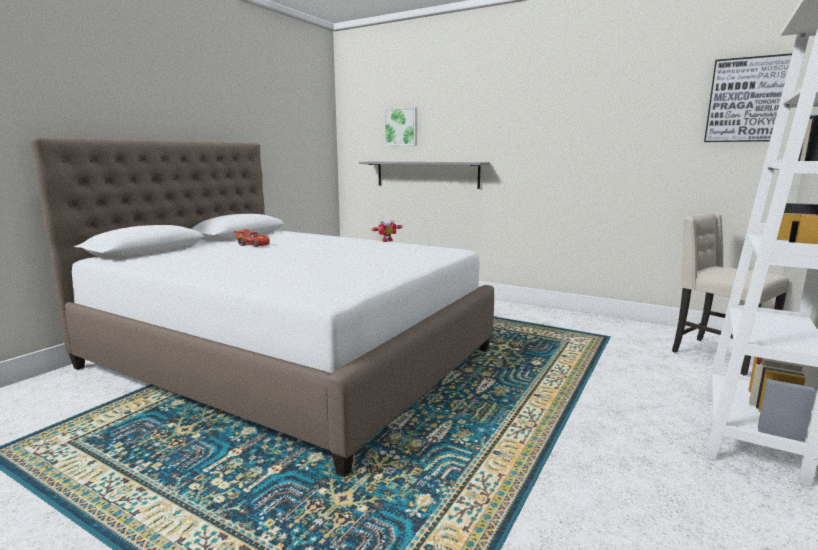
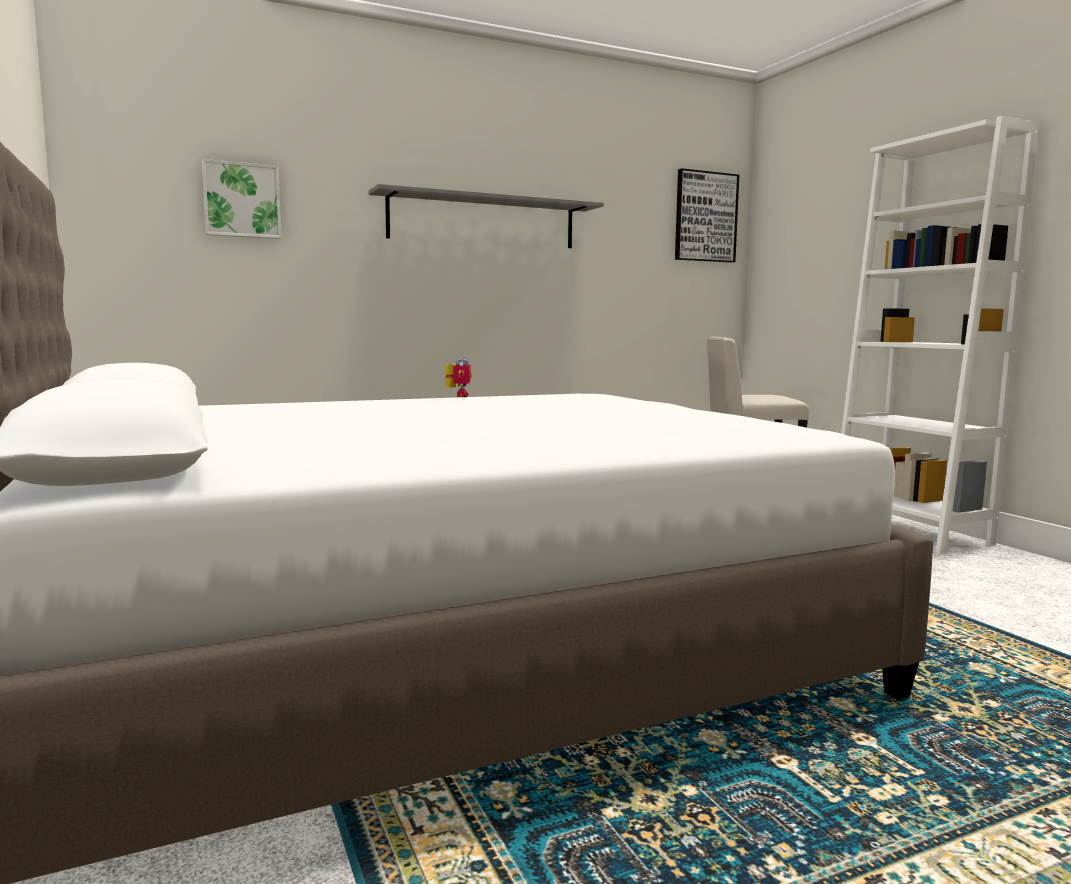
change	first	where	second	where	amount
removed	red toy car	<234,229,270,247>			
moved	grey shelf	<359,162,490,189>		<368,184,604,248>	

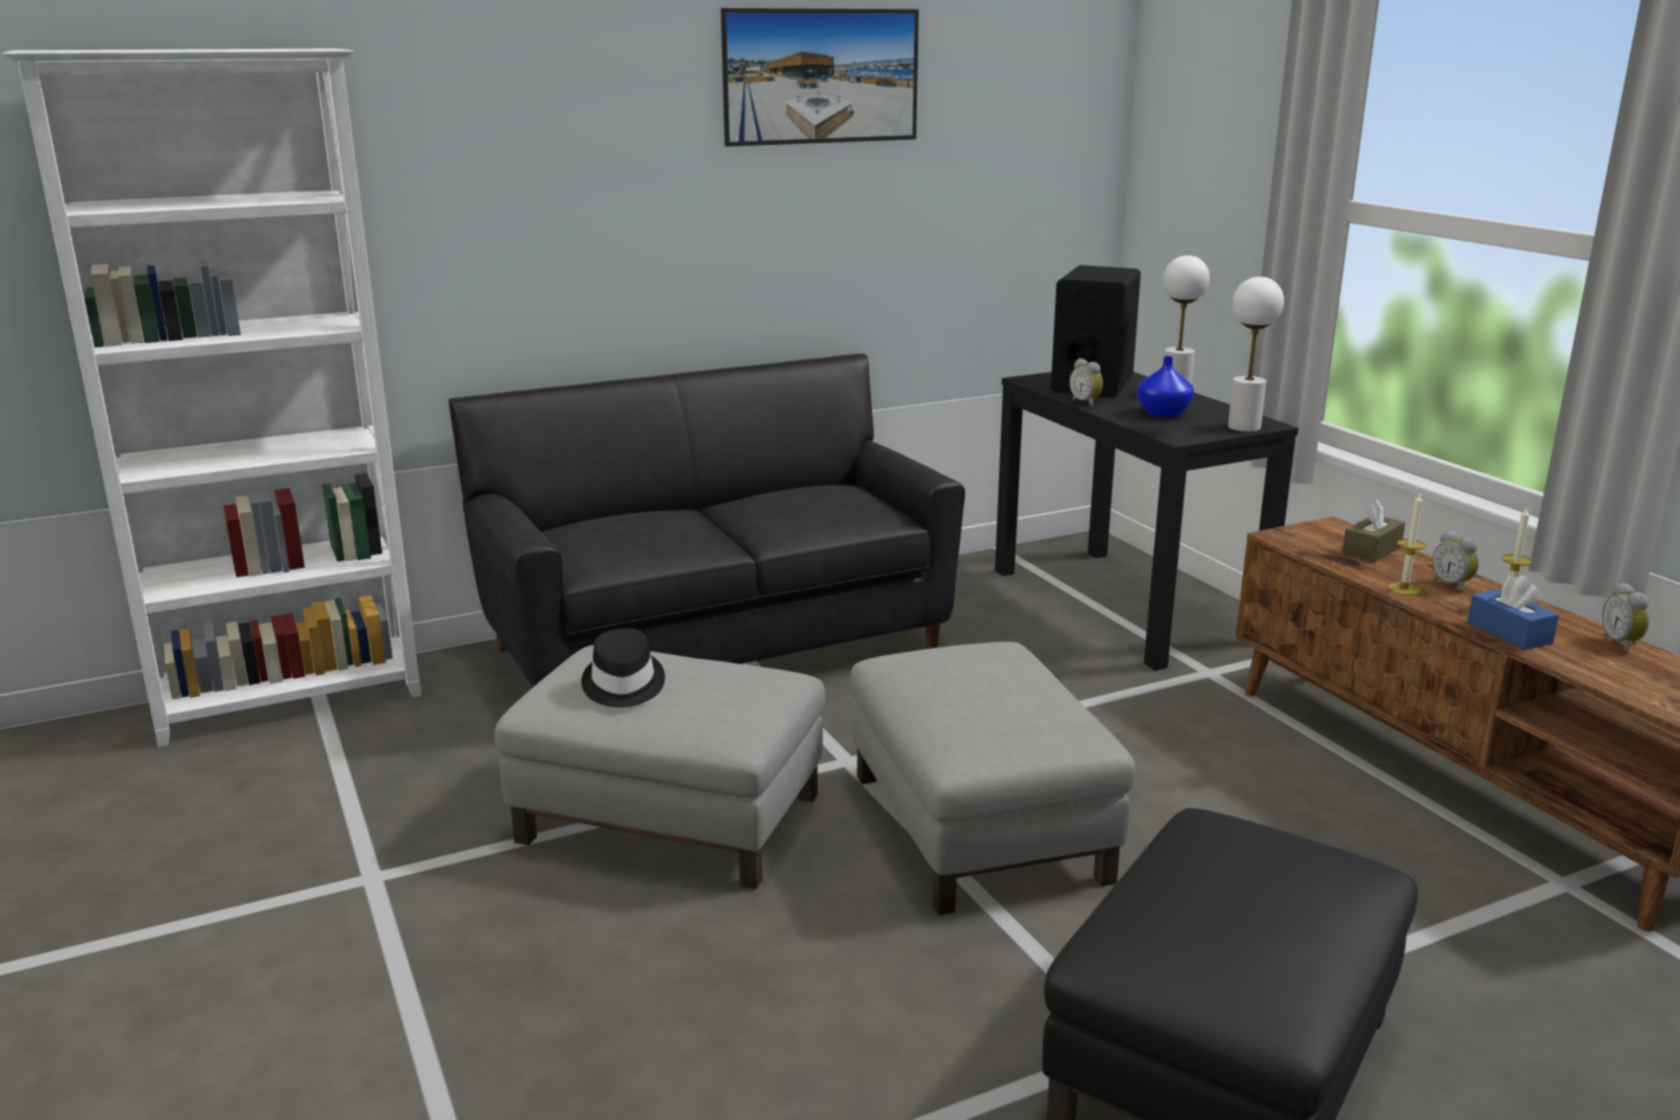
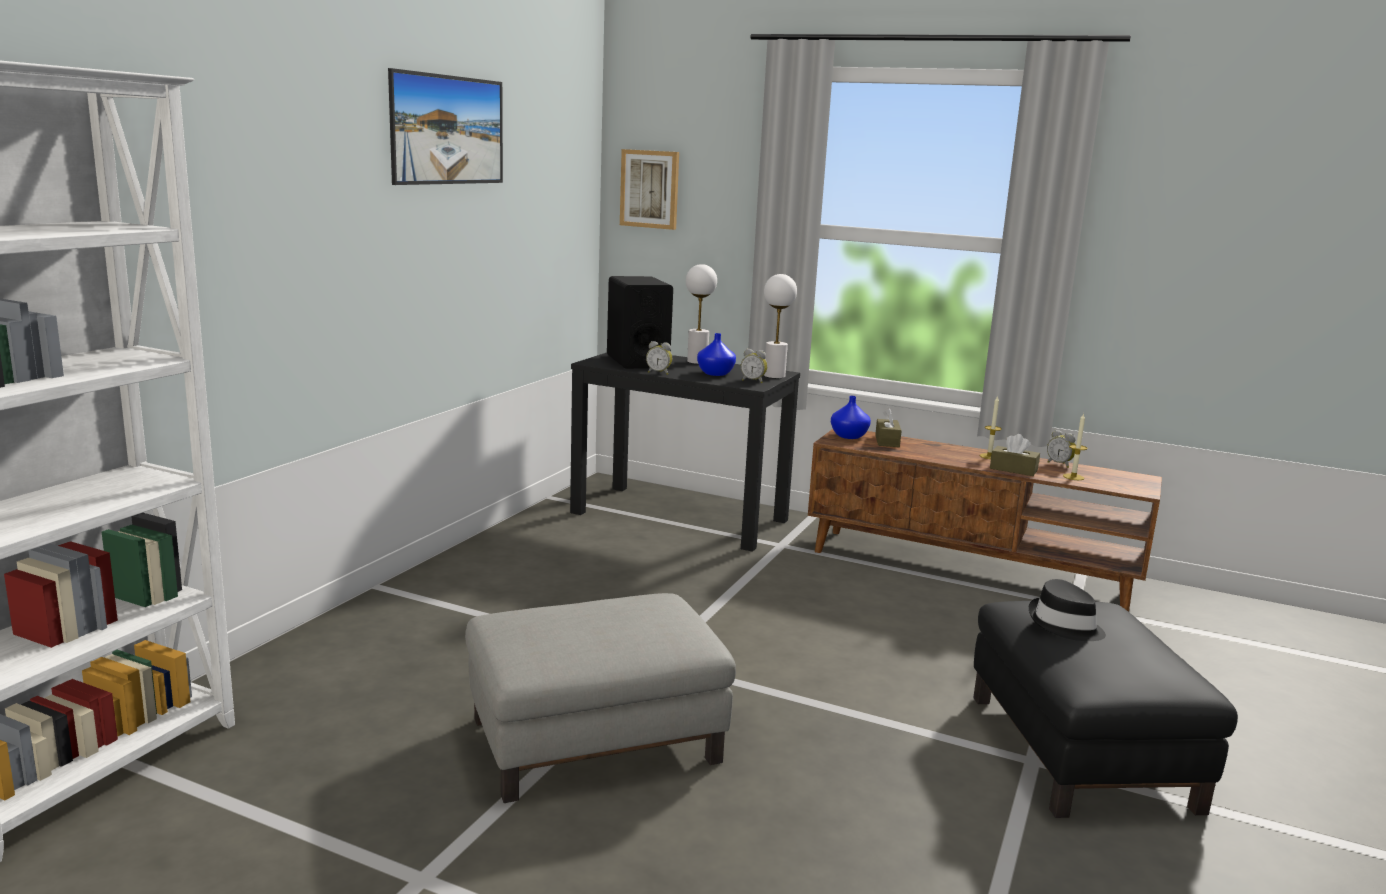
change	first	where	second	where	amount
removed	black sofa	<448,353,965,688>			
moved	black hat	<582,628,665,708>		<1029,579,1106,641>	
removed	grey ottoman	<850,642,1135,915>			
moved	candle	<1388,494,1426,595>		<1063,413,1087,480>	
moved	alarm clock	<1432,530,1479,592>		<741,349,767,383>	
recoloured	blue tissue box	<1467,575,1559,650>	brown tissue box	<990,434,1040,476>	
added			picture	<620,149,679,230>	
added			blue vase	<831,396,871,439>	

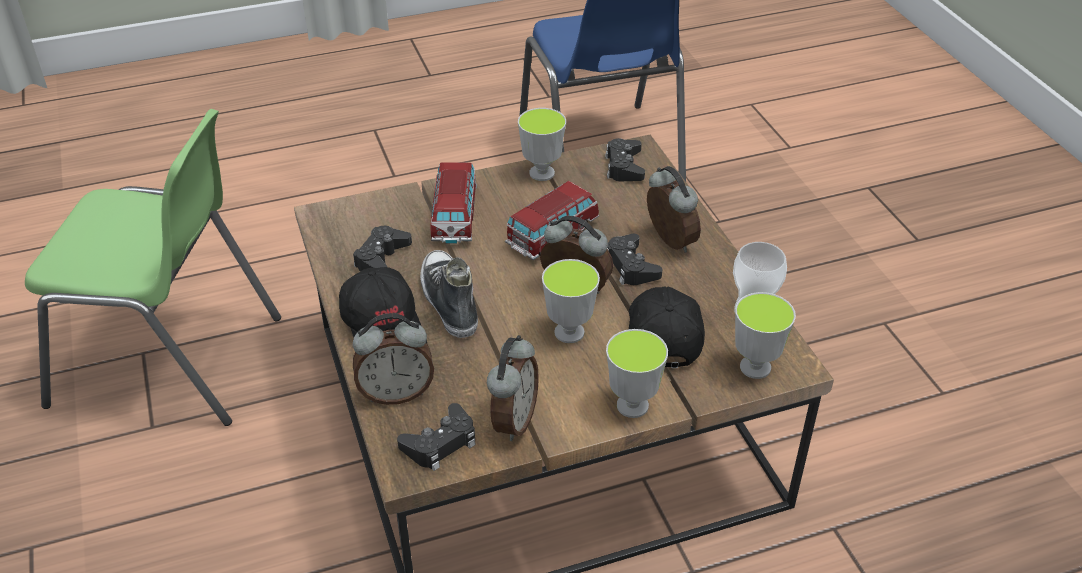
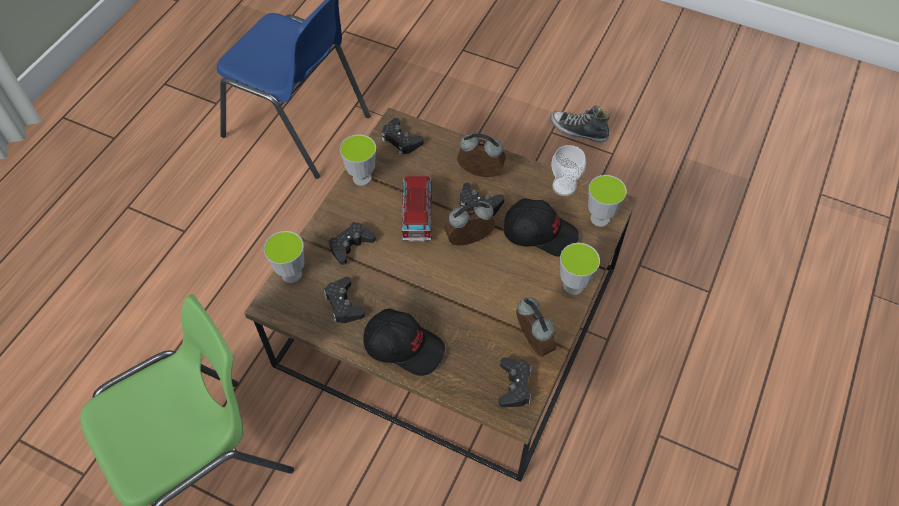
change	first	where	second	where	amount
removed	alarm clock	<353,313,434,405>			
moved	shoe	<420,250,478,338>		<550,105,610,143>	
replaced	toy car	<431,162,477,244>	black game controller	<329,222,376,265>	
moved	cup	<542,259,600,343>		<264,231,304,283>	
turned	black cap	<629,287,705,368>		<504,198,579,257>	150 degrees clockwise

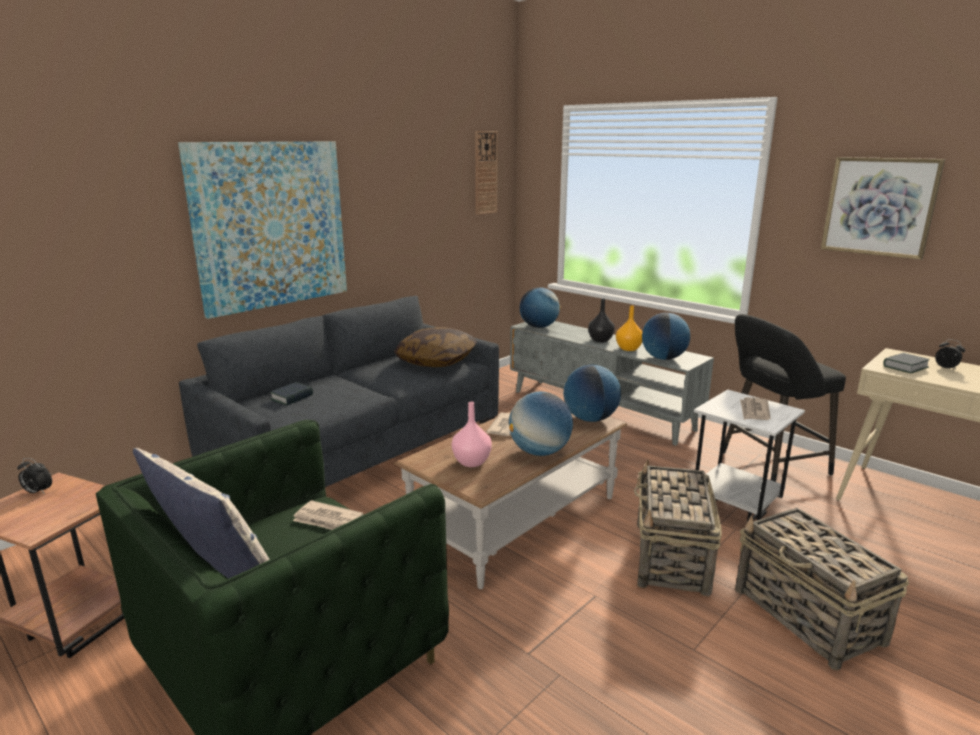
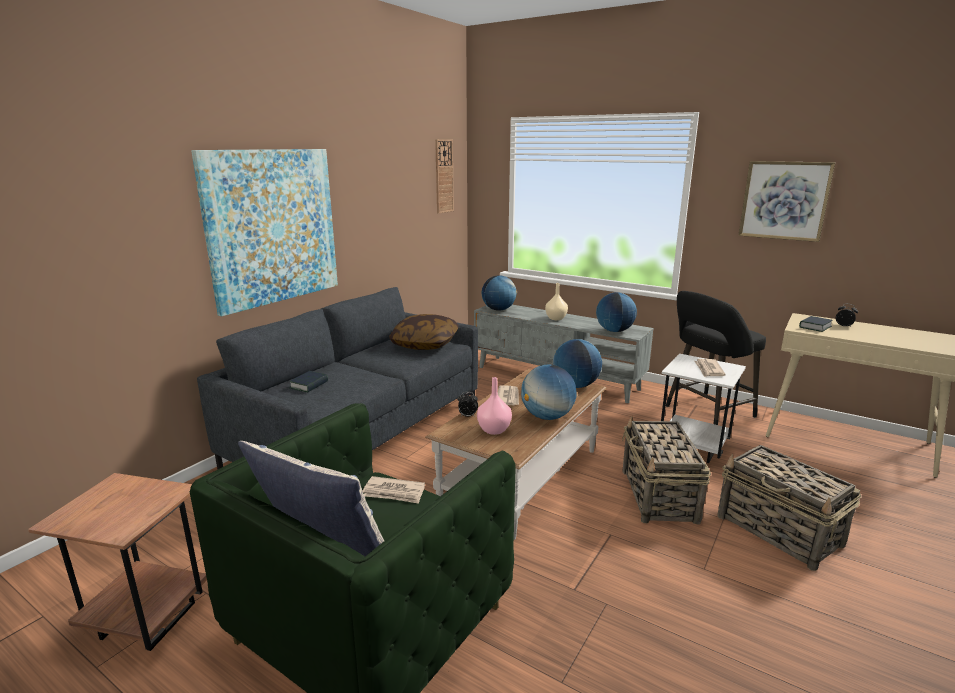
change	first	where	second	where	amount
moved	alarm clock	<17,458,52,494>		<457,392,478,417>	
recoloured	black vase	<588,299,615,342>	beige vase	<545,283,568,320>	
removed	orange vase	<616,305,643,351>			

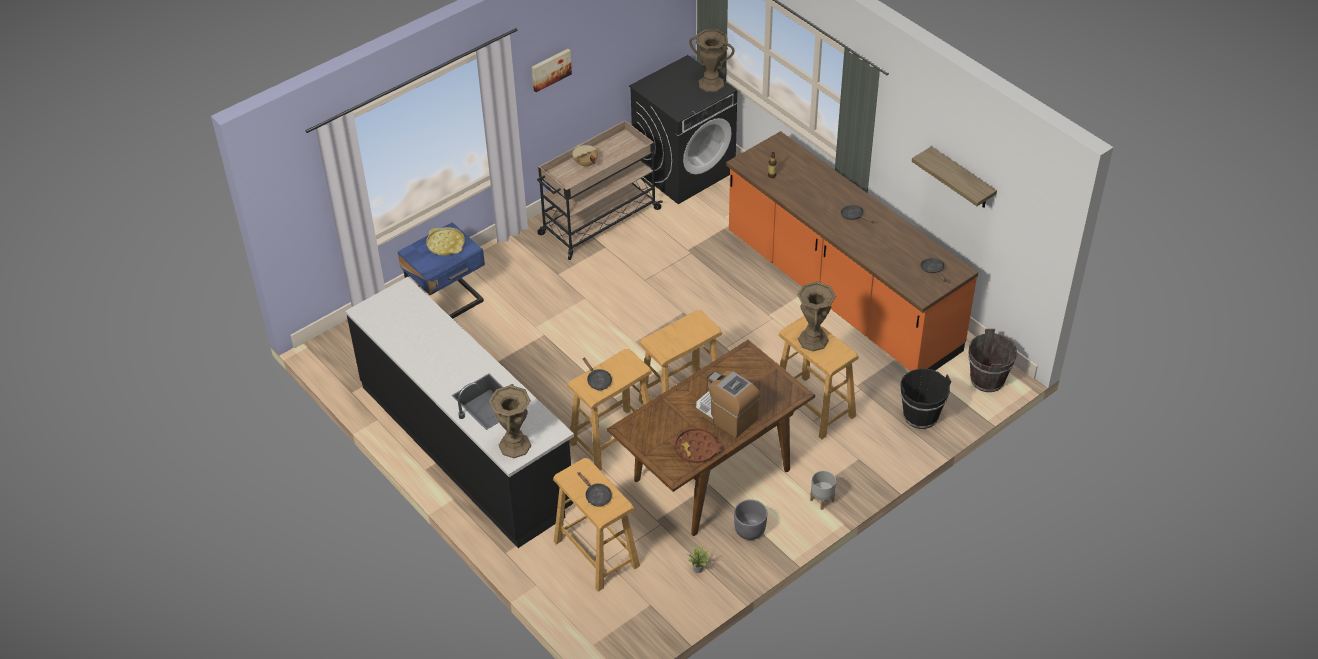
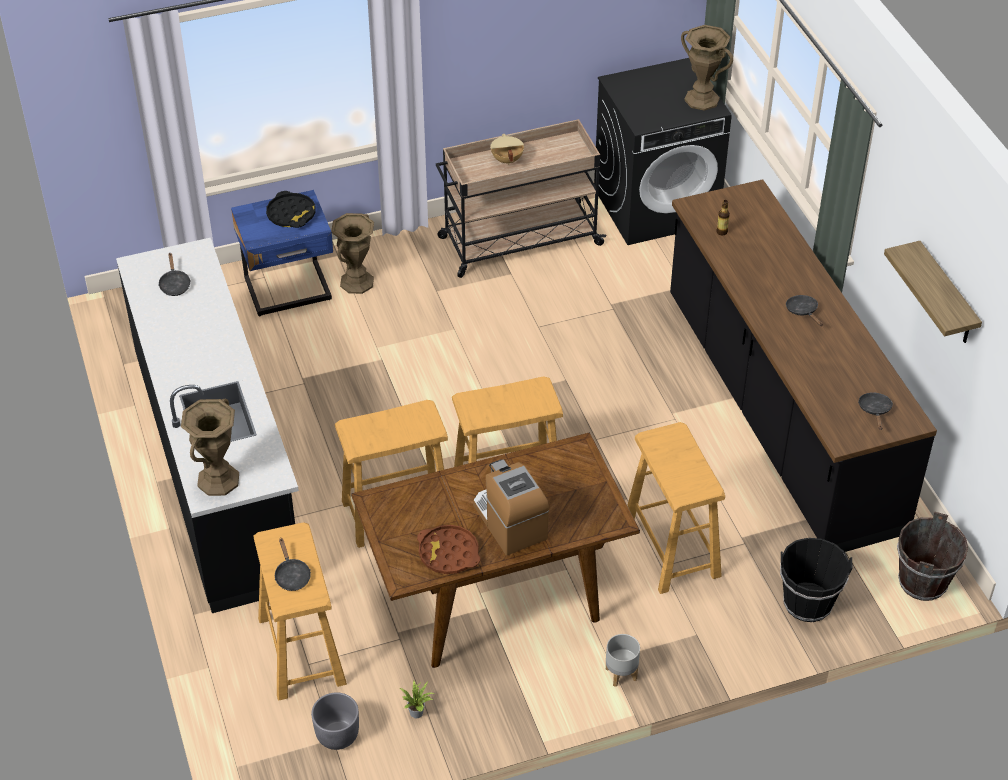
change	first	where	second	where	amount
recoloured	yellow tray	<426,227,465,256>	black tray	<266,191,316,228>	
removed	picture	<532,49,572,92>			
moved	black frying pan	<583,358,612,390>		<158,253,191,296>	
recoloured	orange counter	<726,131,978,372>	black counter	<670,179,937,552>	
moved	grey planter	<734,499,767,540>		<311,692,359,750>	
moved	brown vase	<797,281,836,351>		<331,213,374,294>	

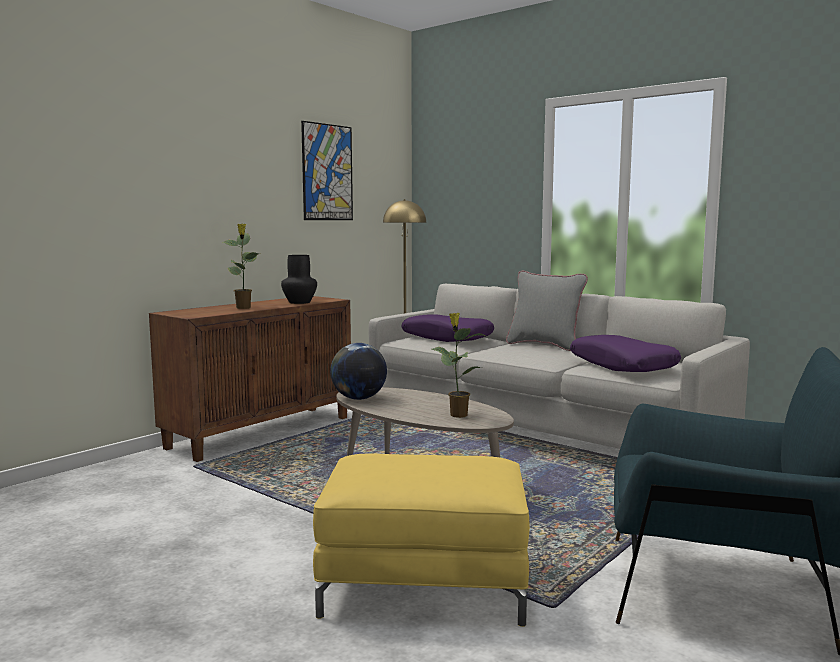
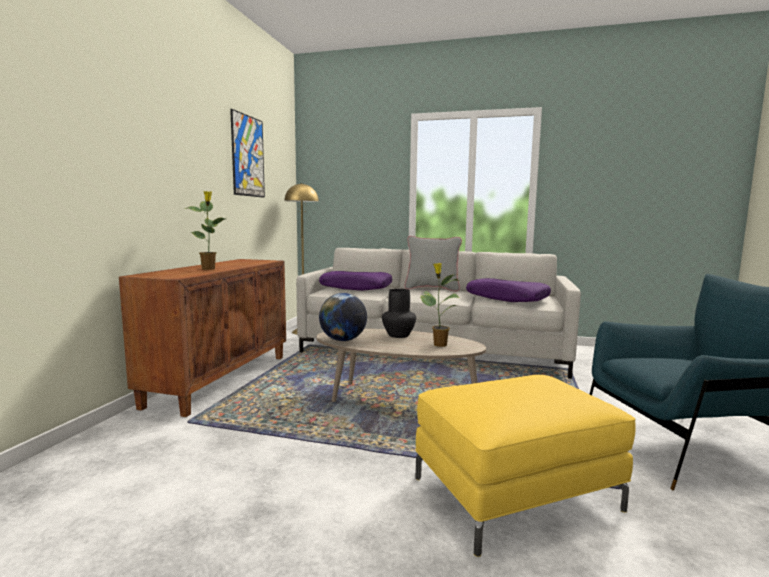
change	first	where	second	where	amount
moved	black vase	<281,255,317,304>		<382,289,416,338>	

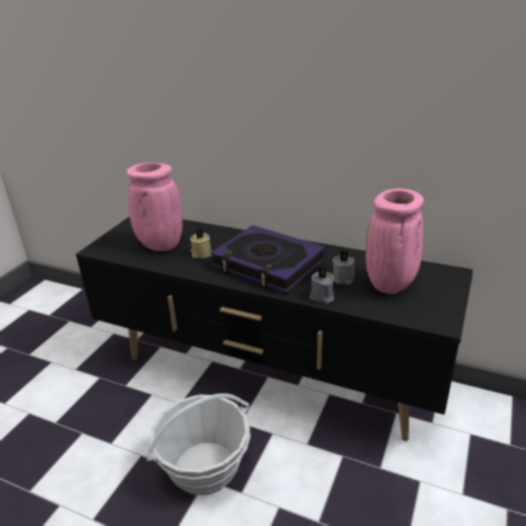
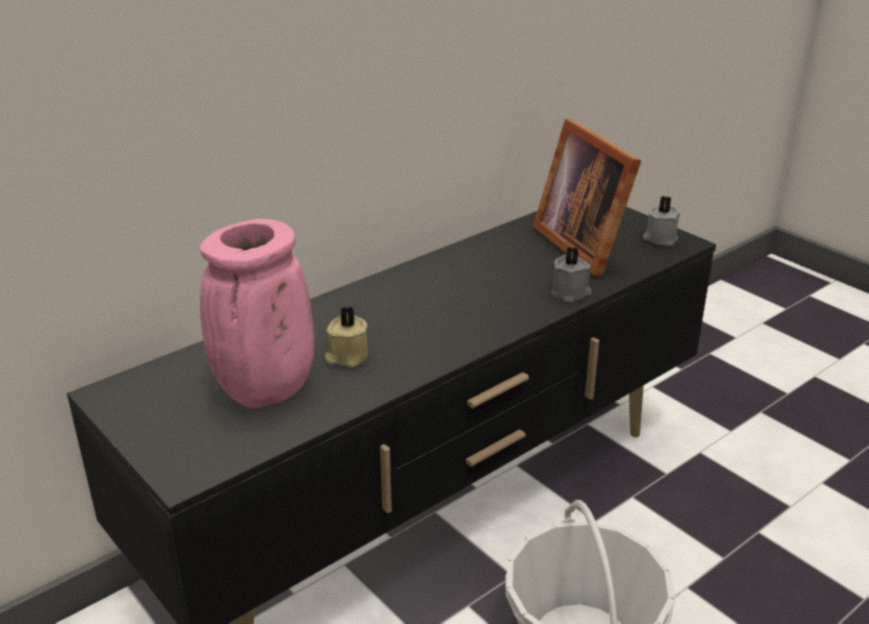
change	first	where	second	where	amount
removed	book	<210,225,325,293>			
moved	grey candle	<332,250,355,285>		<643,196,680,246>	
replaced	pink vase	<366,188,424,294>	picture frame	<533,119,641,276>	

